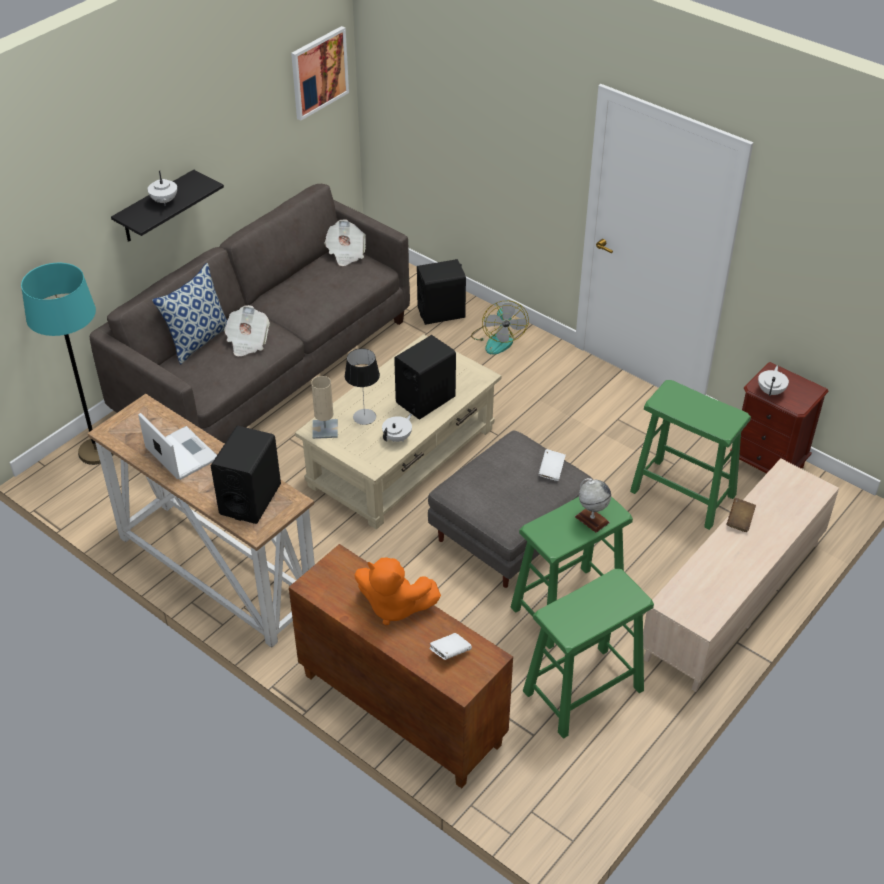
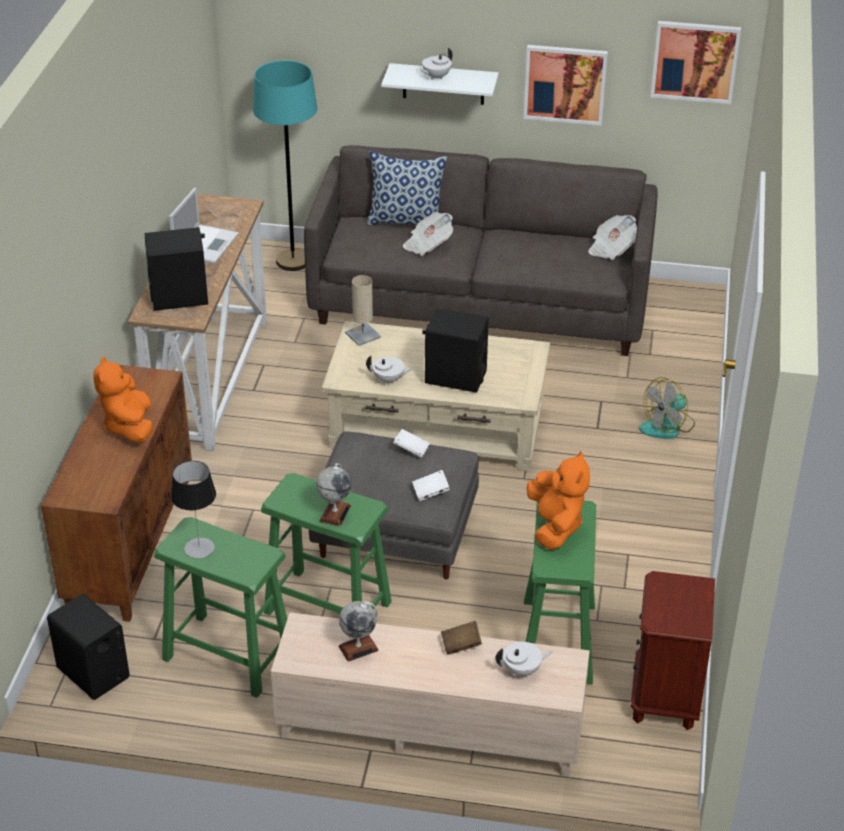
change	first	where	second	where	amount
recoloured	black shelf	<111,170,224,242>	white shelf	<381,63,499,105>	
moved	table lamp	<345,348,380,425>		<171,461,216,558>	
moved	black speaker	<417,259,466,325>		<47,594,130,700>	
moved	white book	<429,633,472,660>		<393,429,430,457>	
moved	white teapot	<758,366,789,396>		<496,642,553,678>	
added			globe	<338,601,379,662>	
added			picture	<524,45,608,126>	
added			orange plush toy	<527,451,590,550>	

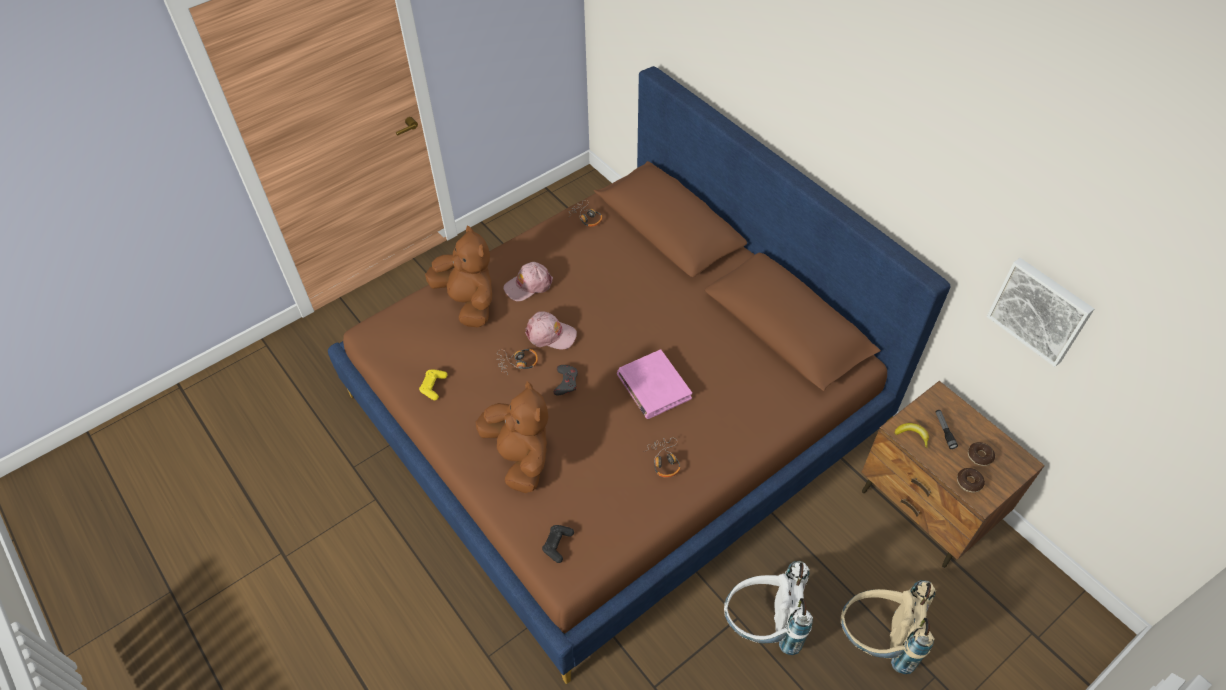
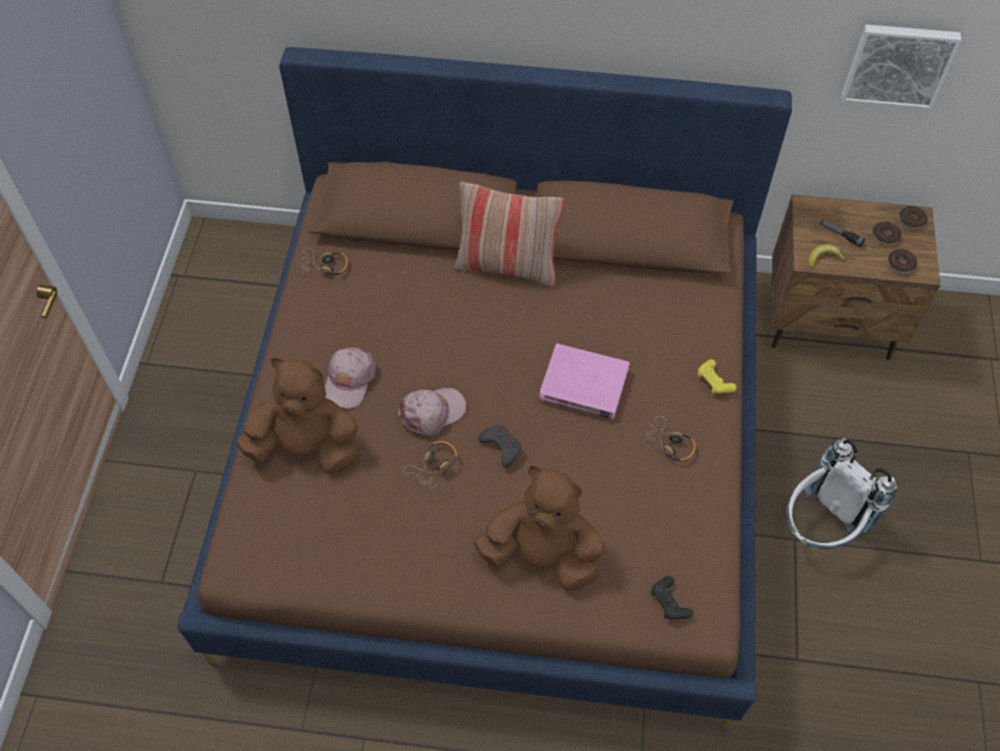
change	first	where	second	where	amount
moved	yellow game controller	<419,370,447,400>		<698,359,737,394>	
removed	beige backpack	<841,580,936,674>			
added			pillow	<454,182,565,287>	
added			donut	<899,206,928,229>	

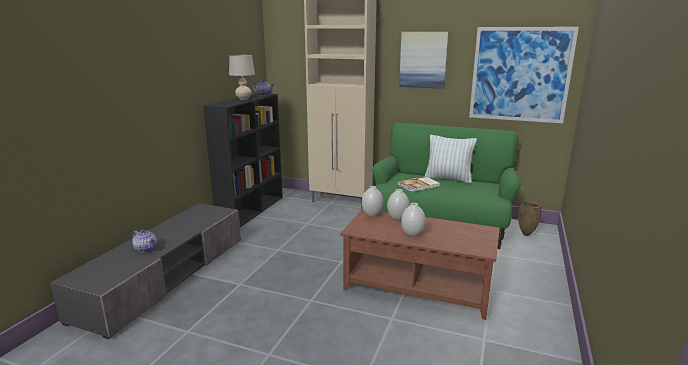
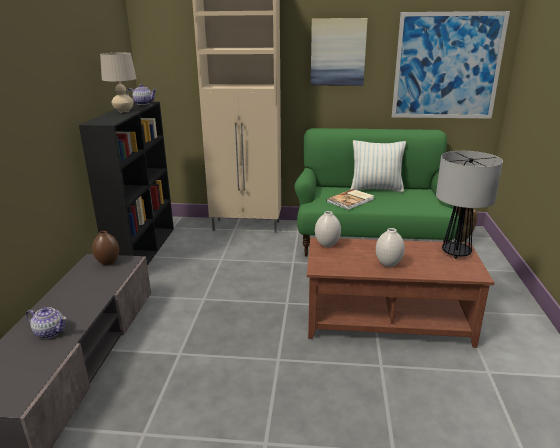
change	first	where	second	where	amount
removed	white vase	<387,189,410,220>			
added			brown vase	<92,231,119,265>	
added			table lamp	<436,151,503,259>	

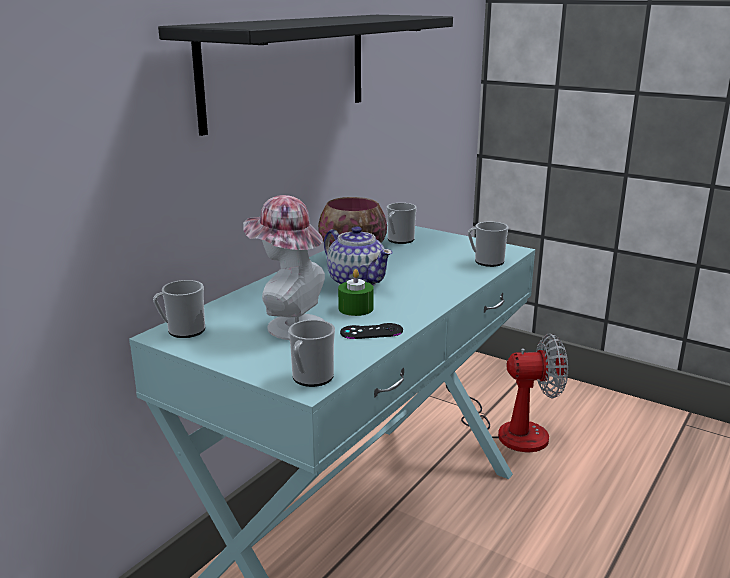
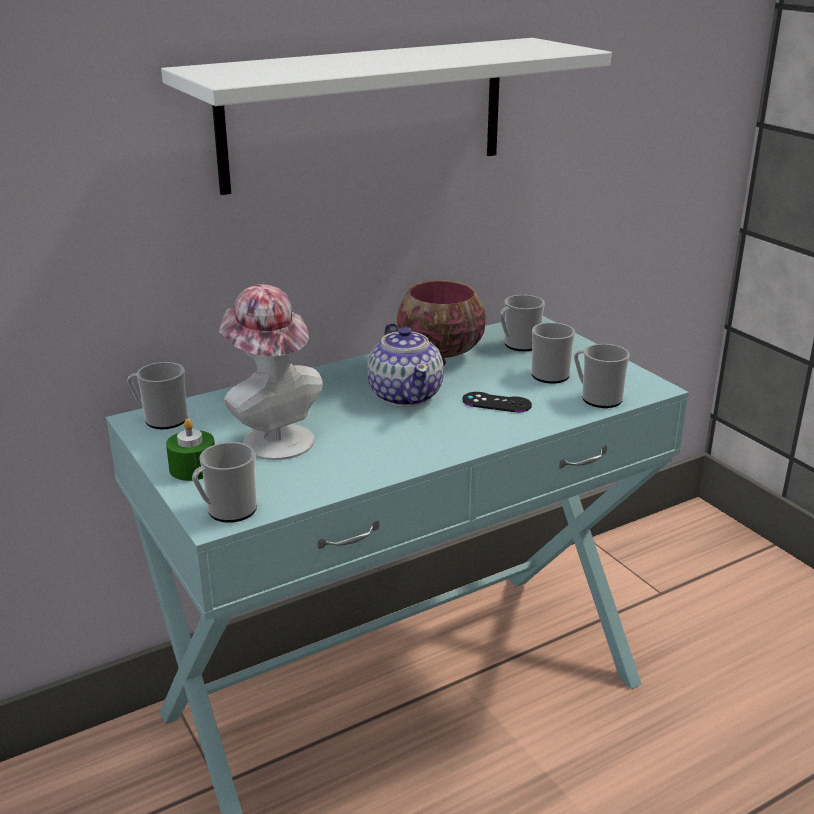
change	first	where	second	where	amount
recoloured	black shelf	<158,15,453,136>	white shelf	<161,38,612,195>	
moved	green candle	<338,269,374,316>		<166,418,215,481>	
moved	black game controller	<340,323,403,339>		<462,392,532,412>	
removed	fan	<446,333,568,452>			
added			mug	<531,322,575,384>	

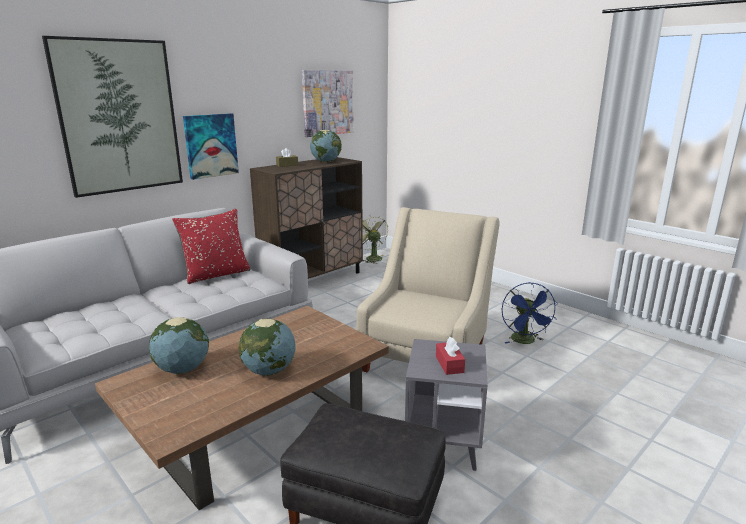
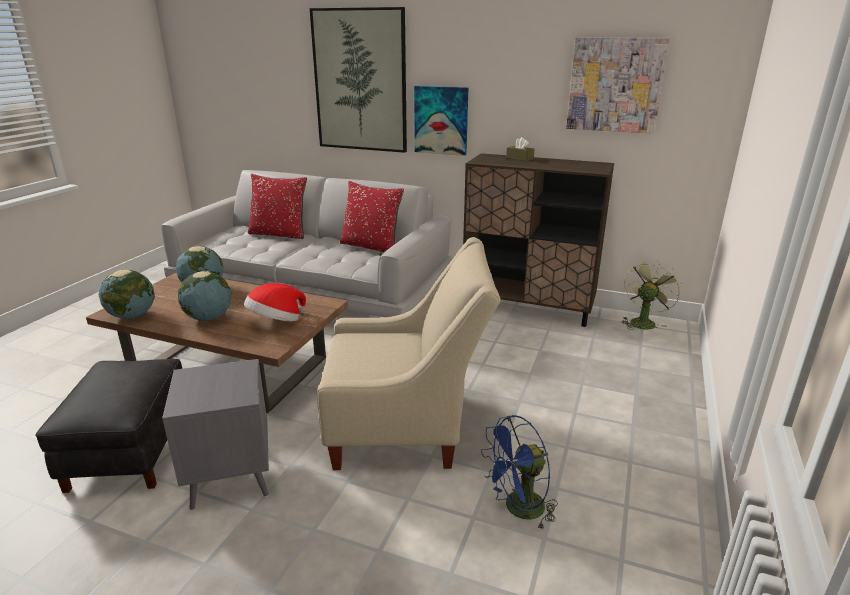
change	first	where	second	where	amount
moved	globe	<310,130,342,162>		<98,269,155,320>	
removed	red tissue box	<436,337,465,375>			
added			hat	<244,283,306,321>	
added			red pillow	<248,174,307,239>	

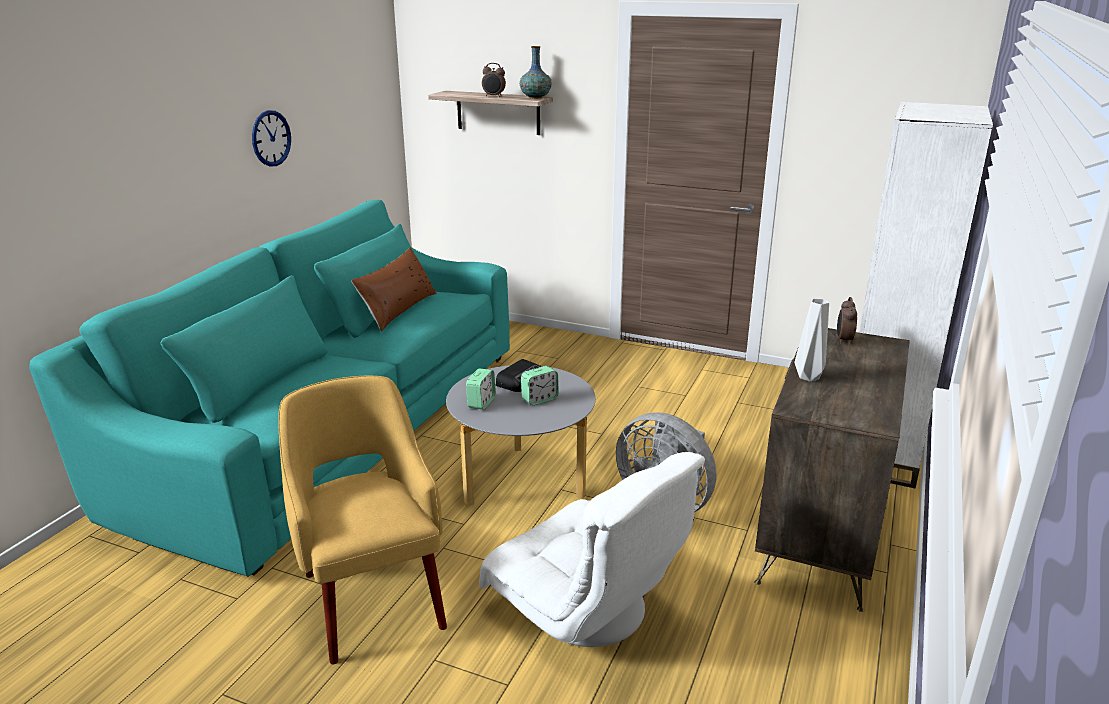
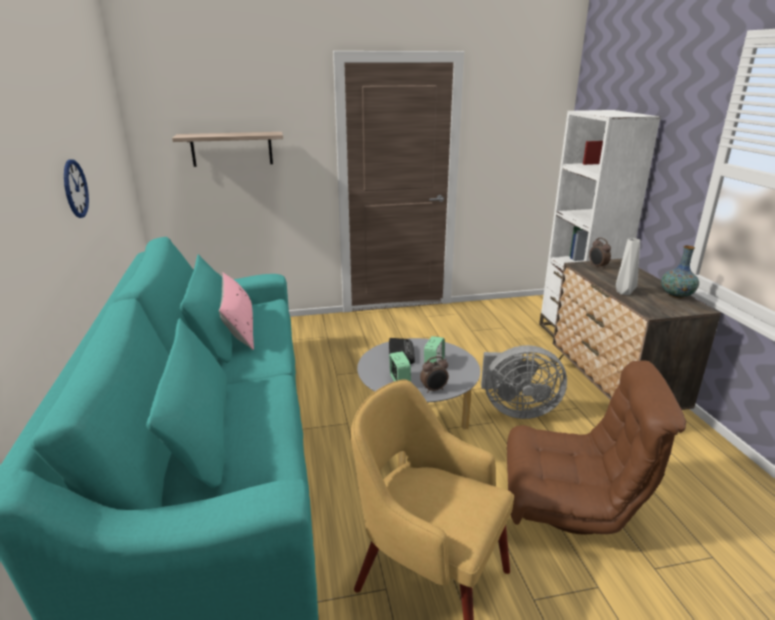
change	first	where	second	where	amount
recoloured	brown pillow	<351,247,437,331>	pink pillow	<219,272,254,350>	
recoloured	white armchair	<479,452,705,647>	brown armchair	<507,360,686,535>	
moved	alarm clock	<482,63,506,97>		<420,356,449,393>	
moved	vase	<520,46,552,99>		<661,245,699,298>	

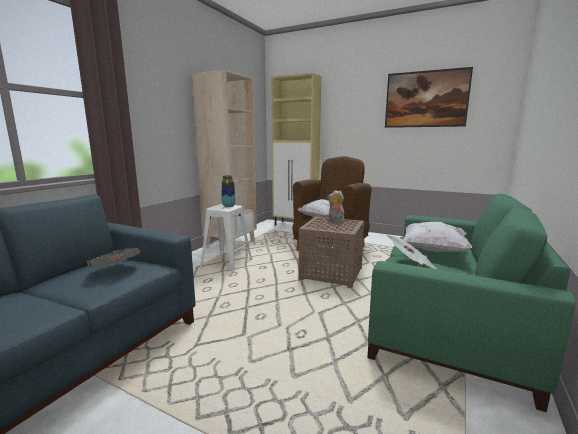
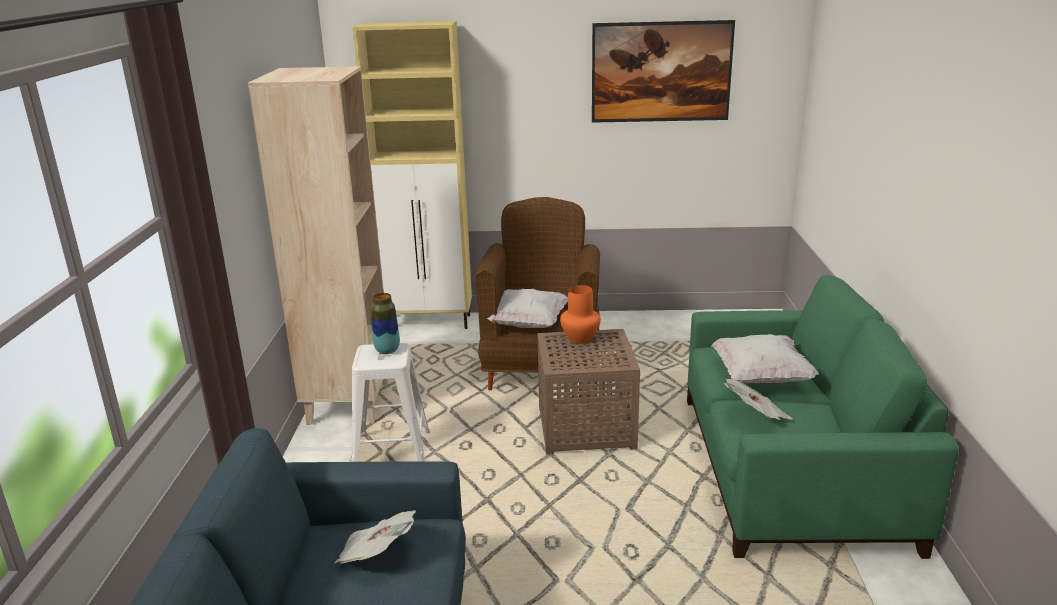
change	first	where	second	where	amount
replaced	plush toy	<327,190,344,222>	orange vase	<560,285,601,344>	

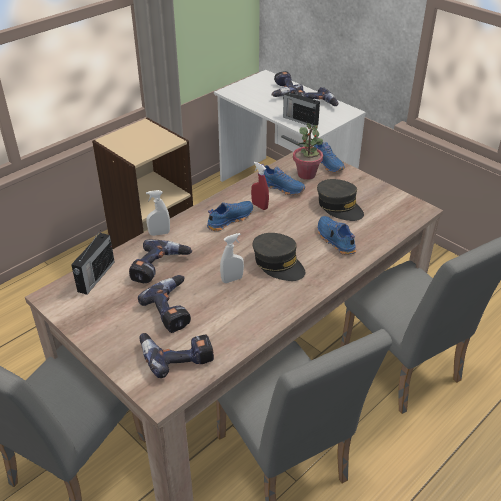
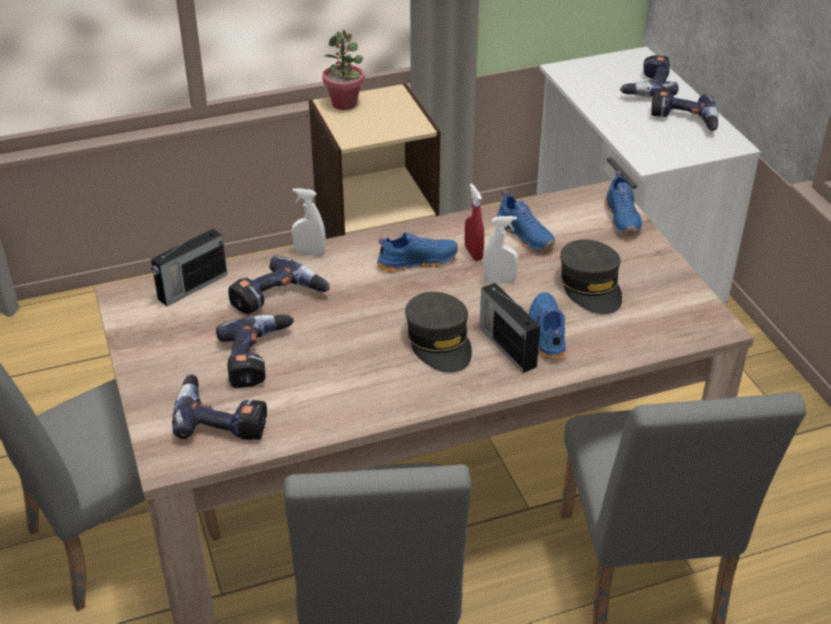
change	first	where	second	where	amount
moved	white spray bottle	<220,233,244,283>		<483,216,519,283>	
moved	radio	<283,92,320,126>		<479,283,540,373>	
moved	potted plant	<293,123,323,180>		<322,30,364,110>	

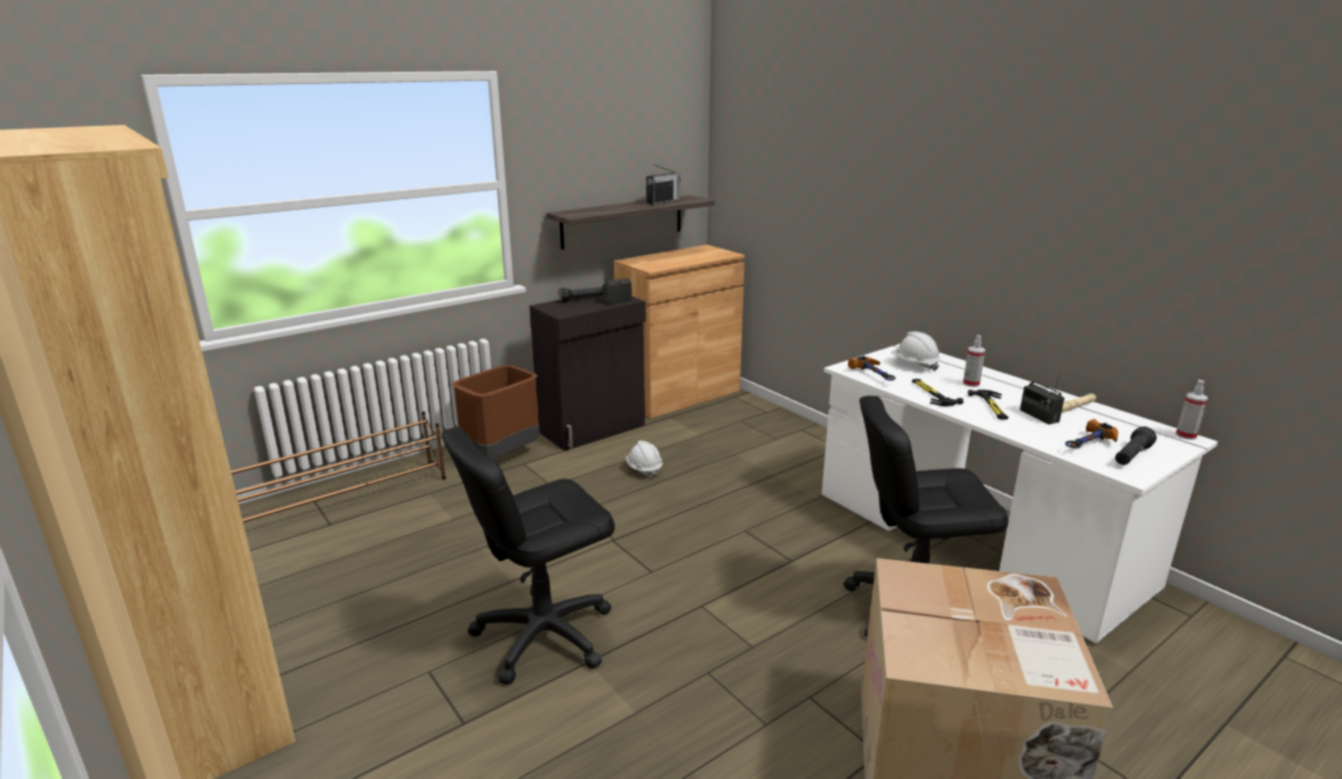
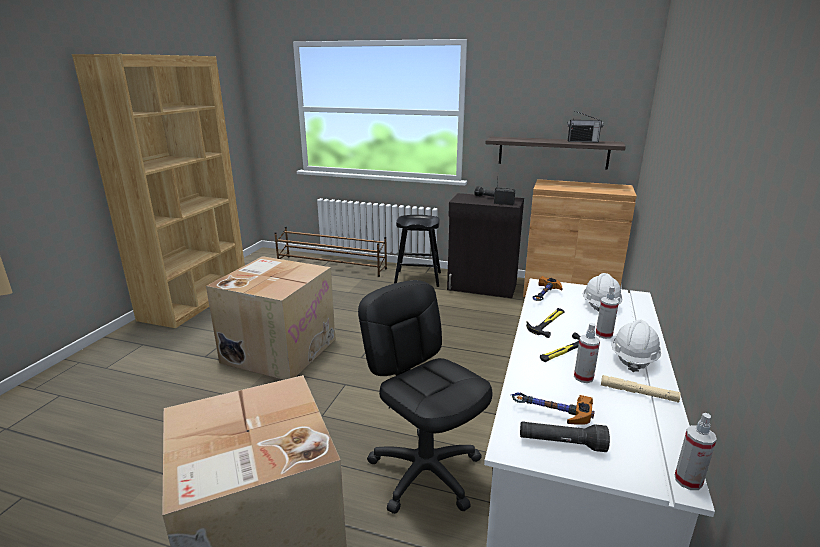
change	first	where	second	where	amount
replaced	black office chair	<441,427,615,685>	cardboard box	<206,256,335,380>	
replaced	brown trash can	<452,365,540,459>	black stool	<394,215,441,287>	
moved	white hard hat	<626,441,663,478>		<612,320,661,372>	
replaced	radio	<1020,370,1064,425>	spray bottle	<574,323,600,383>	

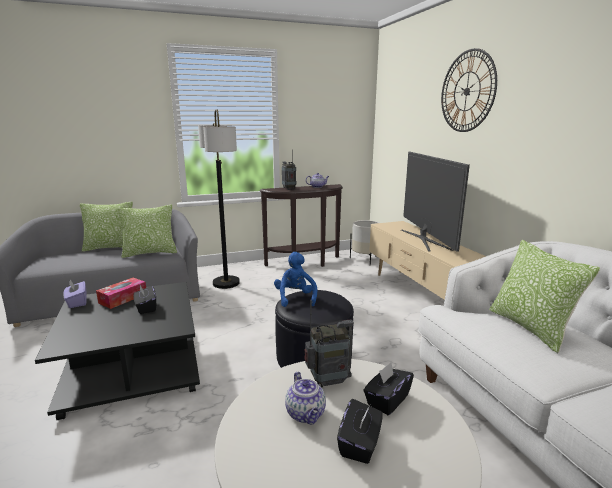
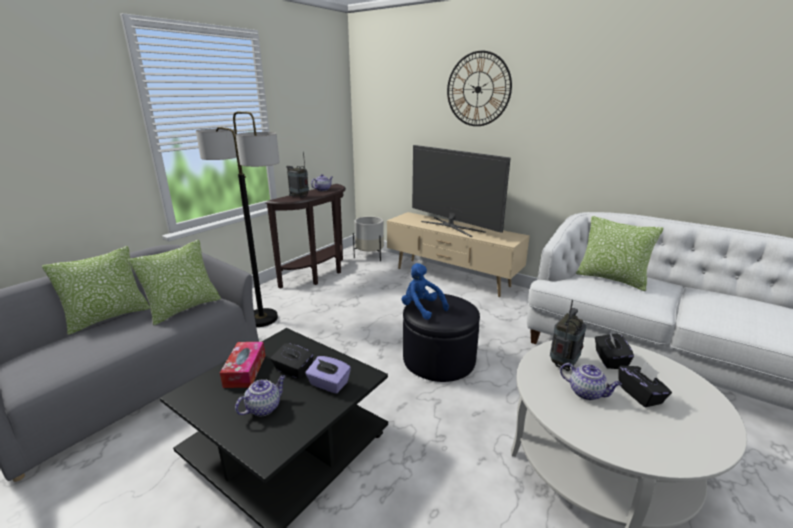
change	first	where	second	where	amount
moved	purple tissue box	<64,279,87,308>		<305,356,351,394>	
added			teapot	<235,375,285,417>	

